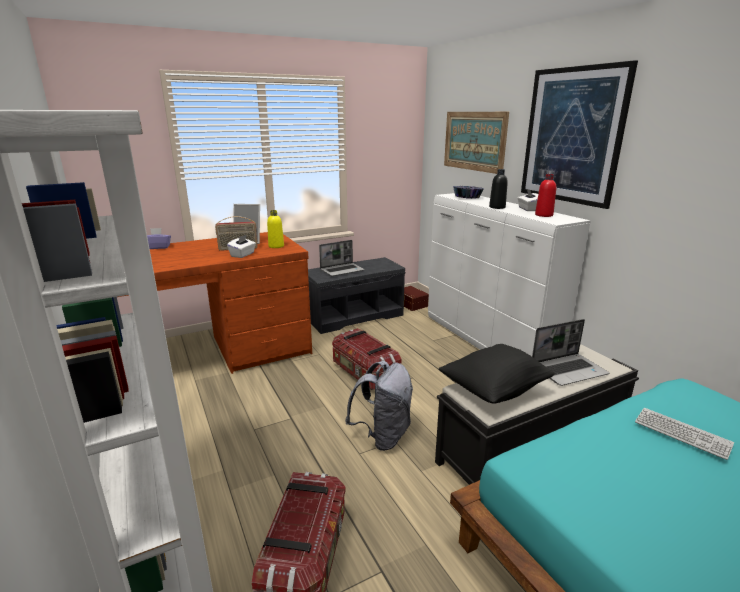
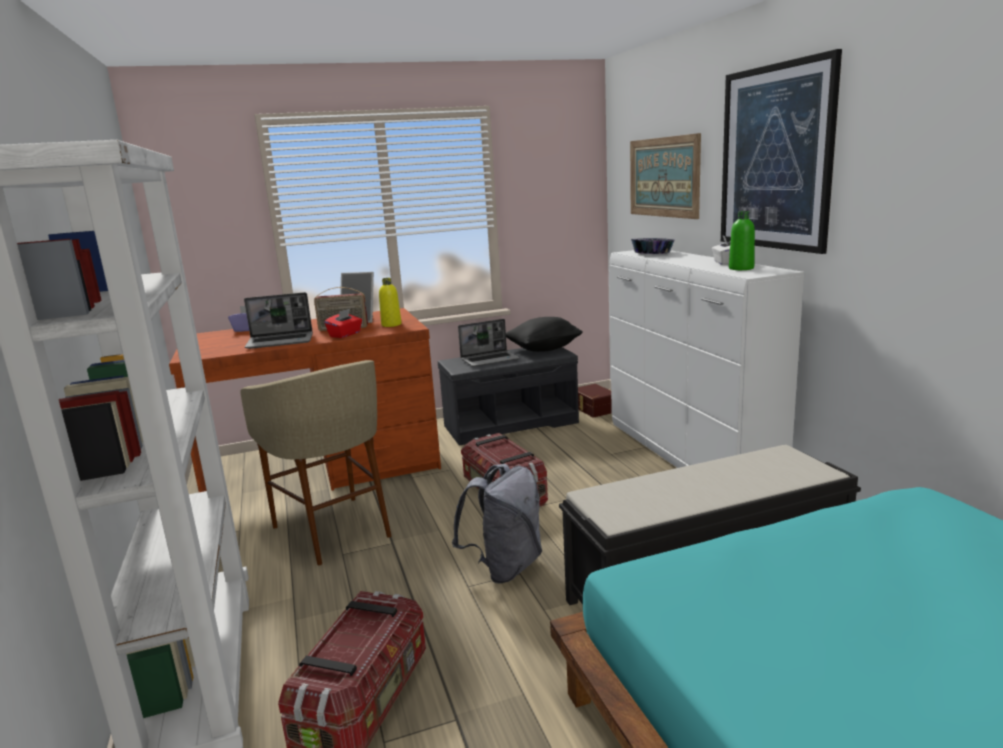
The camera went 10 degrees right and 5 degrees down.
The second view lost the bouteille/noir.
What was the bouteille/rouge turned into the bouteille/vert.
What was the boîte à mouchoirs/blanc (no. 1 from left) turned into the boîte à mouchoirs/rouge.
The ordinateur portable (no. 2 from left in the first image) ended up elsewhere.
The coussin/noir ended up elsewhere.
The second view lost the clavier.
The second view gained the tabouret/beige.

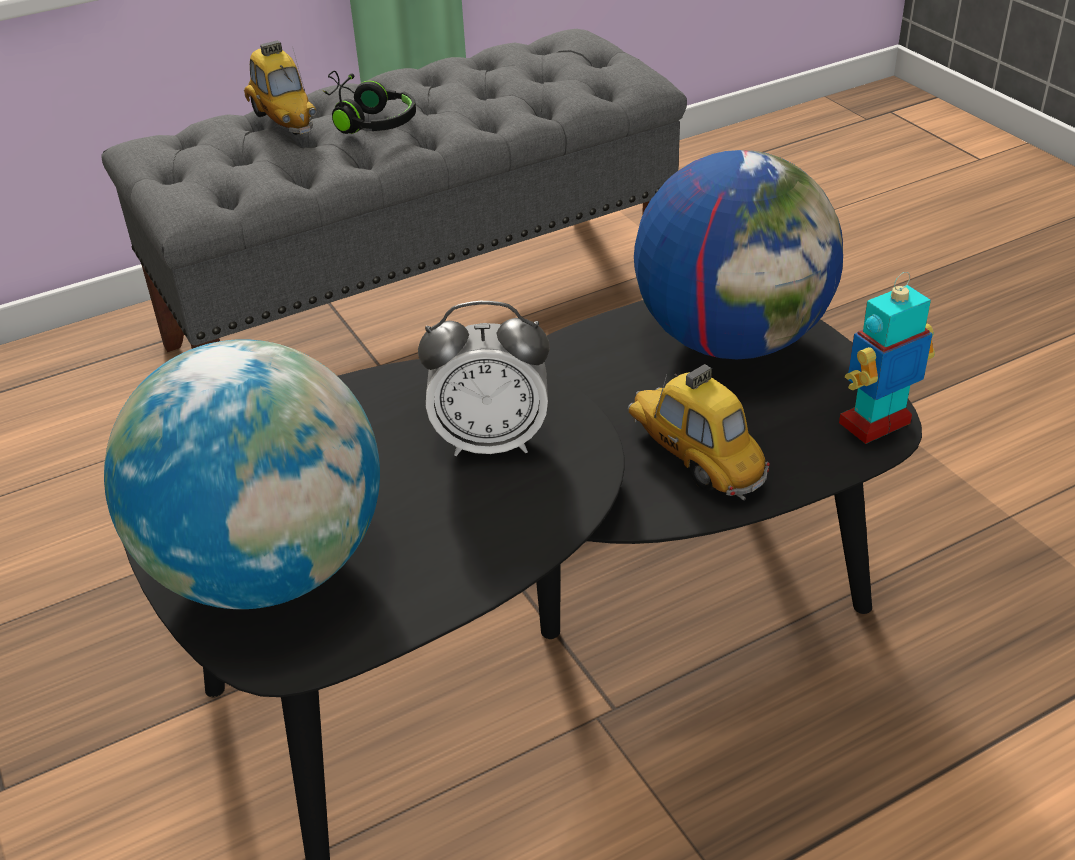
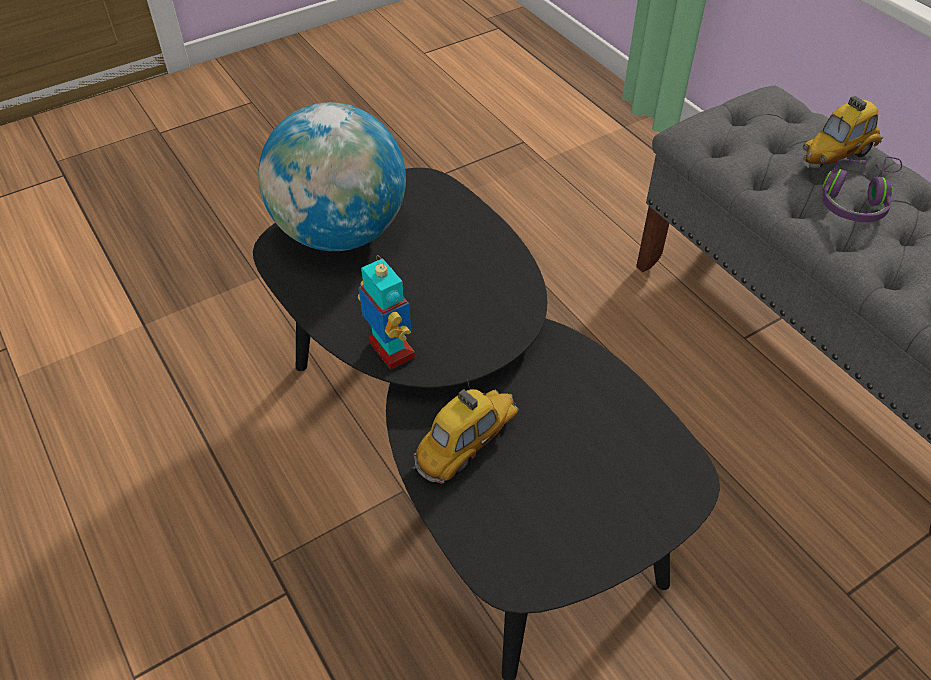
The camera went 85 degrees right and 10 degrees up.
What was the casque audio/noir turned into the casque audio/violet.
The second view lost the globe (no. 2 from left).
The robot jouet ended up elsewhere.
The second view lost the réveil.

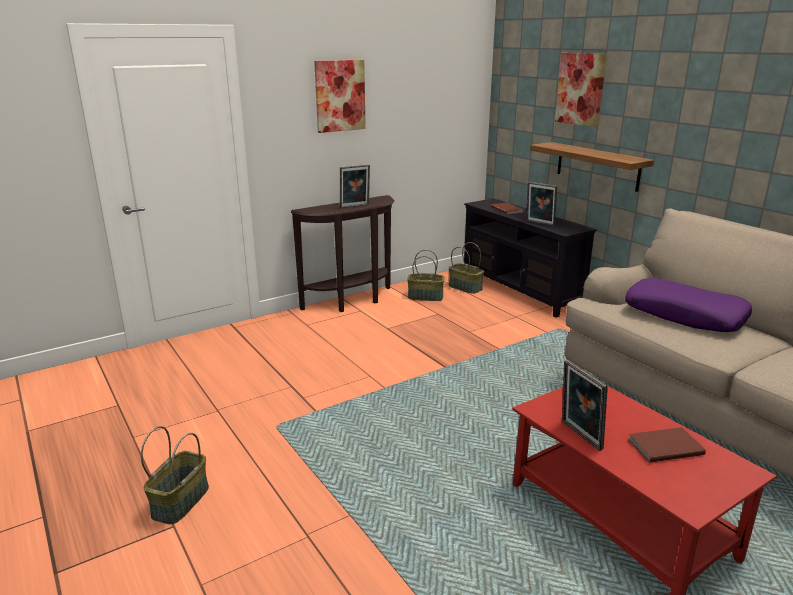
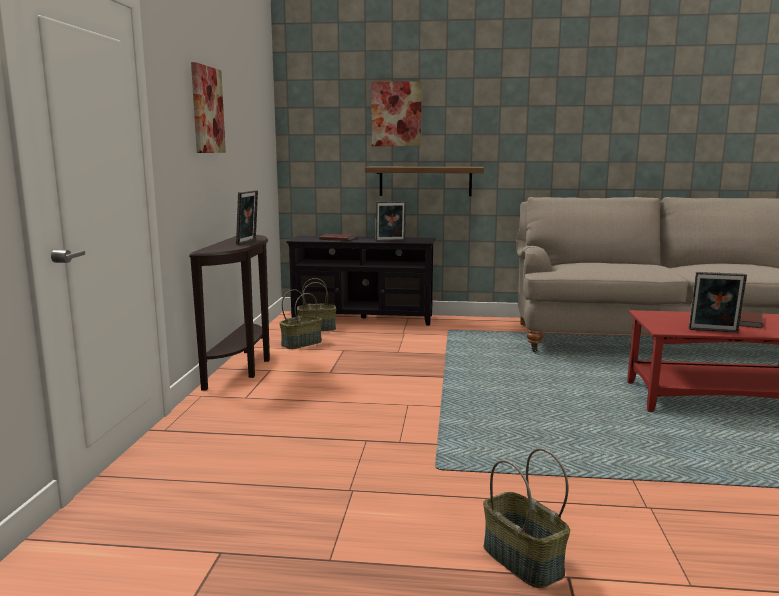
The camera went 50 degrees left and 10 degrees down.
The second view lost the coussin/violet.

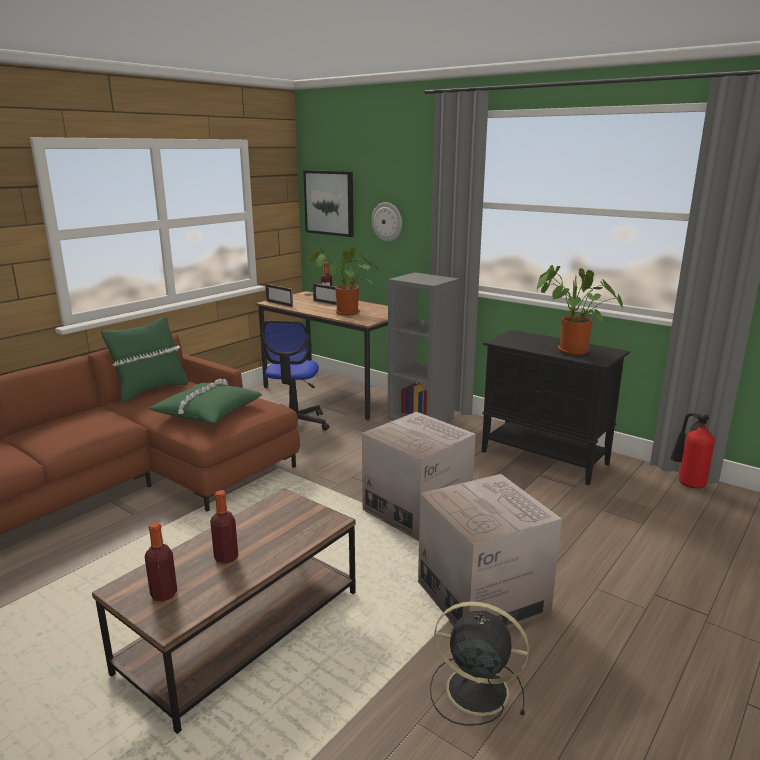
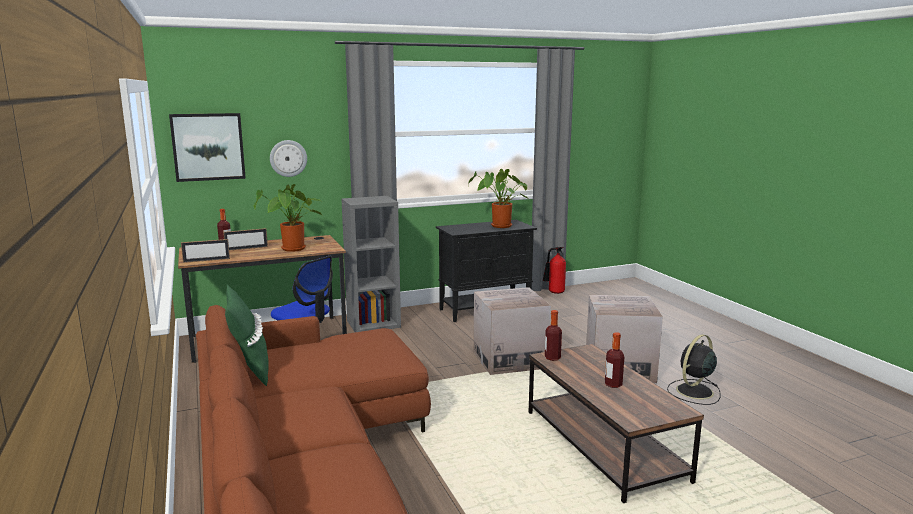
The camera went 60 degrees left and 5 degrees down.
The second view lost the coussin/vert (no. 2 from left).
The bouteille (no. 1 from left in the first image) ended up elsewhere.

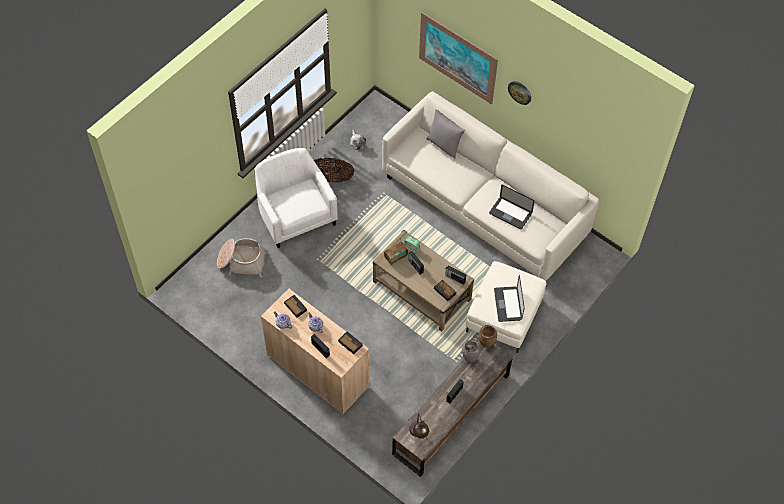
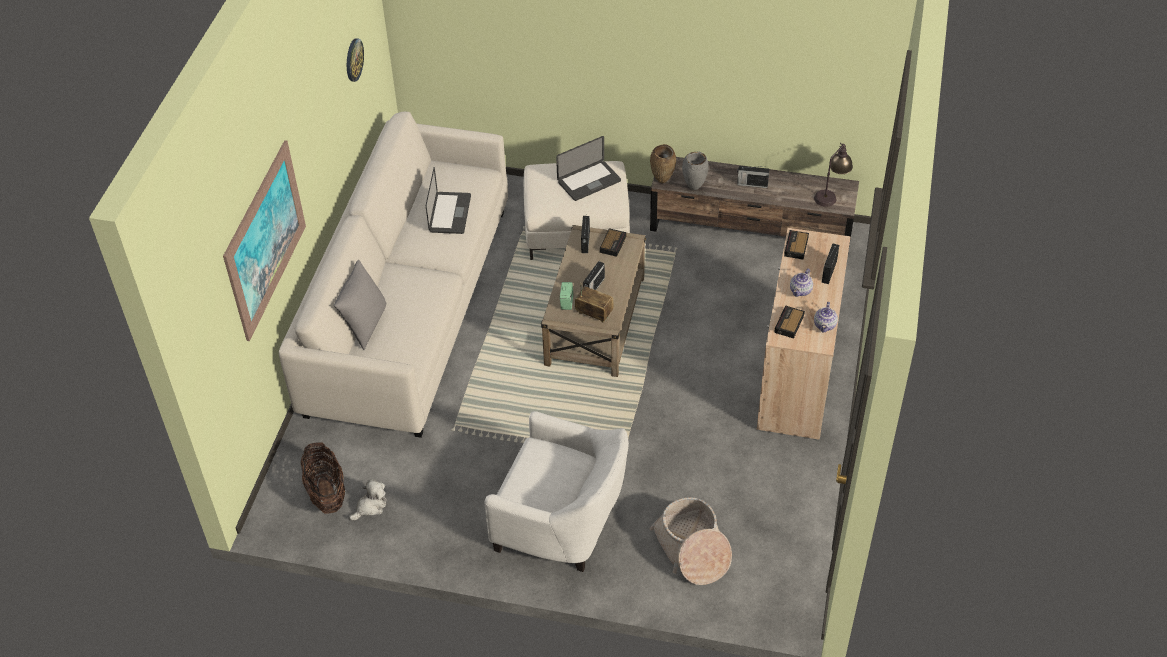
The camera went 115 degrees left and 10 degrees down.
The horloge murale ended up elsewhere.
The fauteuil/blanc ended up facing another way, 105 degrees counterclockwise from before.
The panier (no. 2 from left in the first image) ended up elsewhere.

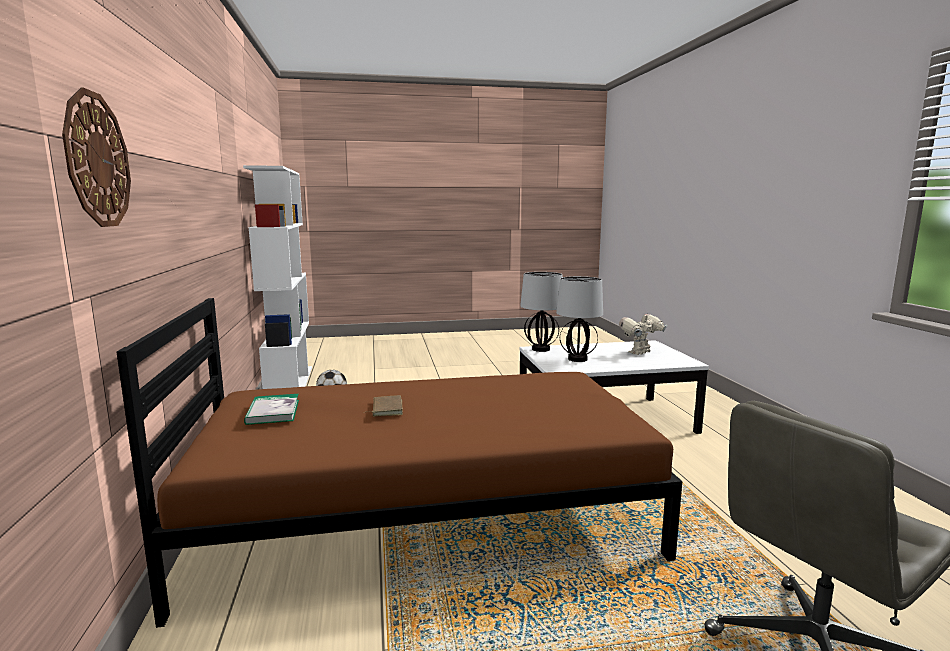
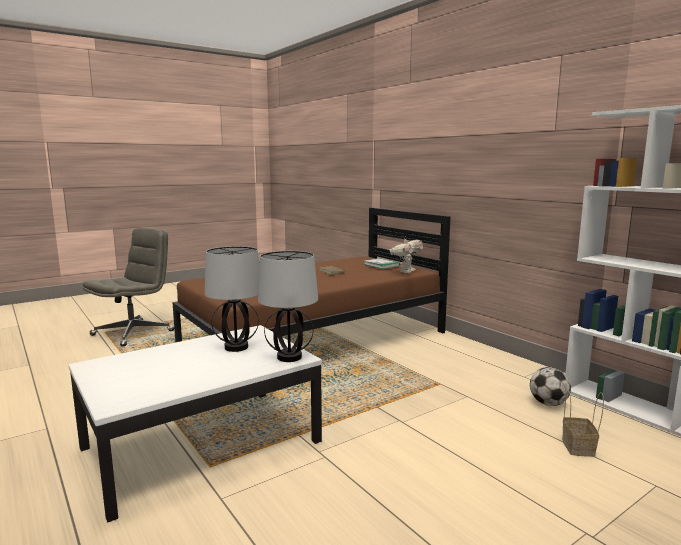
The camera went 155 degrees right and 0 degrees up.
The second view lost the horloge murale.
The robot jouet ended up elsewhere.
The second view gained the panier.

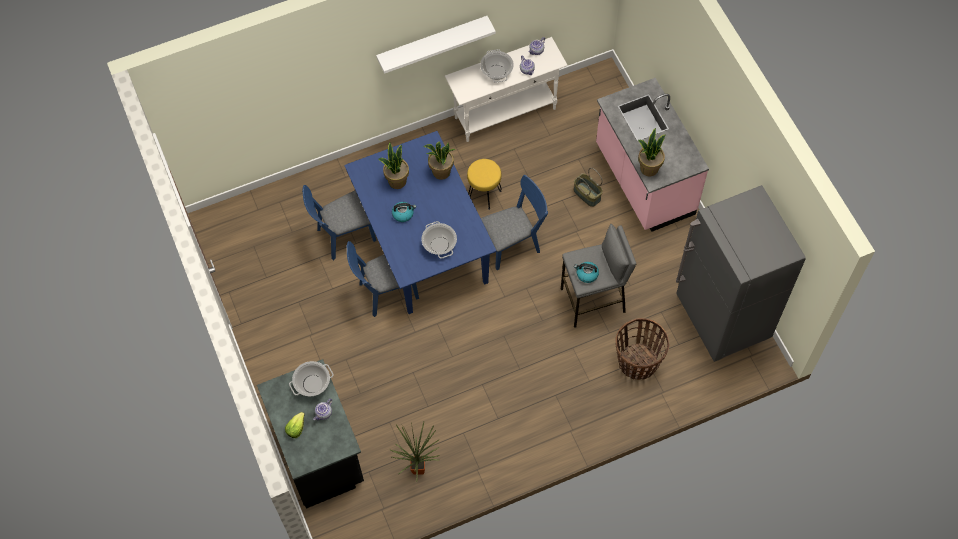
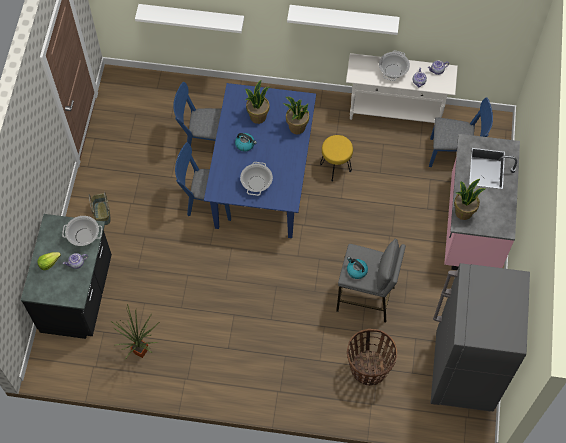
The camera went 30 degrees right and 0 degrees up.
The panier (no. 1 from left) ended up elsewhere.
The chaise/bleu (no. 3 from left) ended up elsewhere.
The second view gained the étagère/blanc (no. 1 from left).

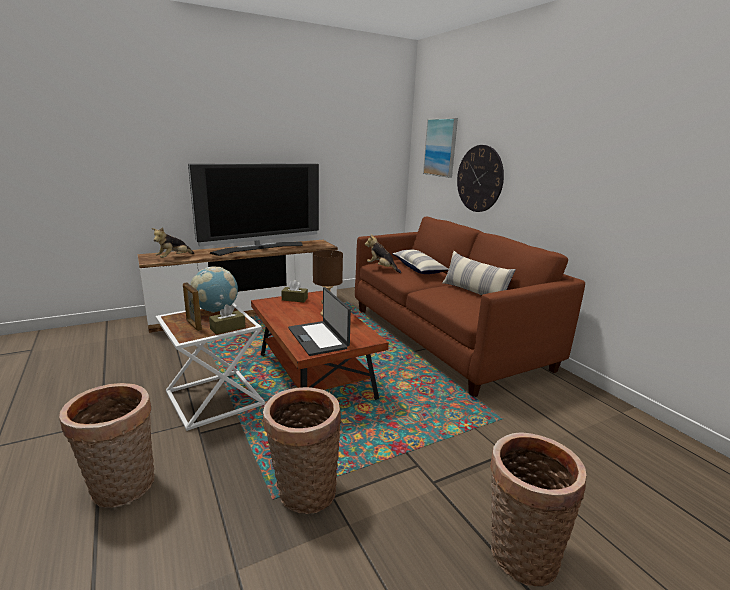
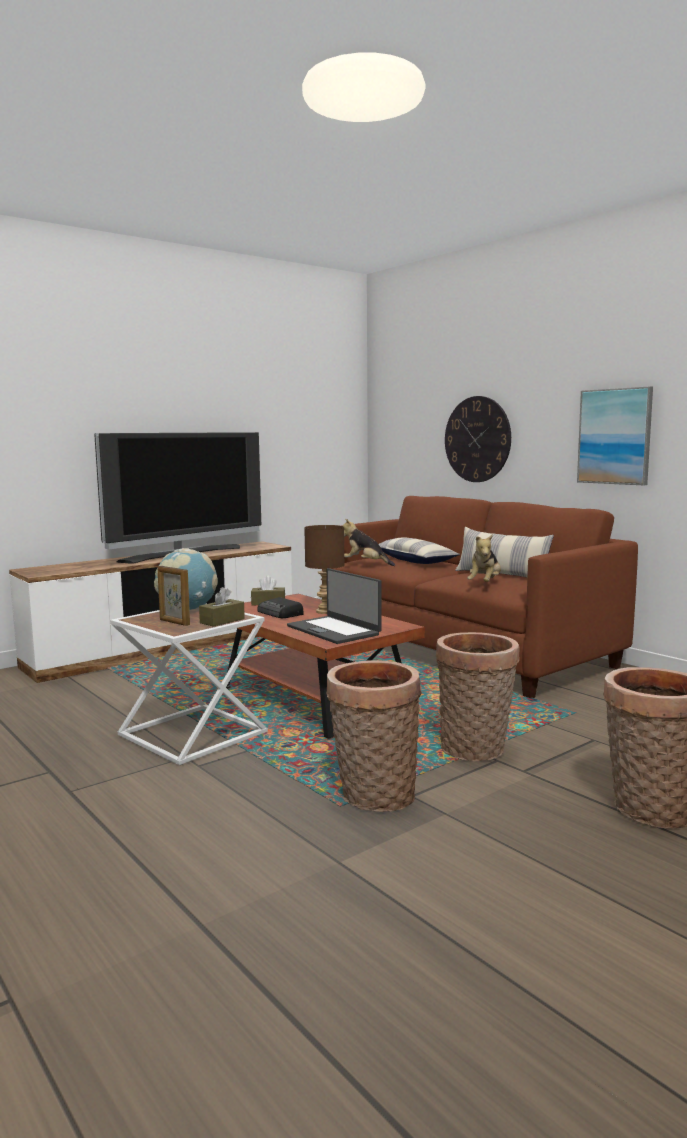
The camera went 10 degrees left and 10 degrees down.
The tableau ended up elsewhere.
The peluche (no. 1 from left in the first image) ended up elsewhere.
The panier (no. 1 from left in the first image) ended up elsewhere.
The second view gained the radio.

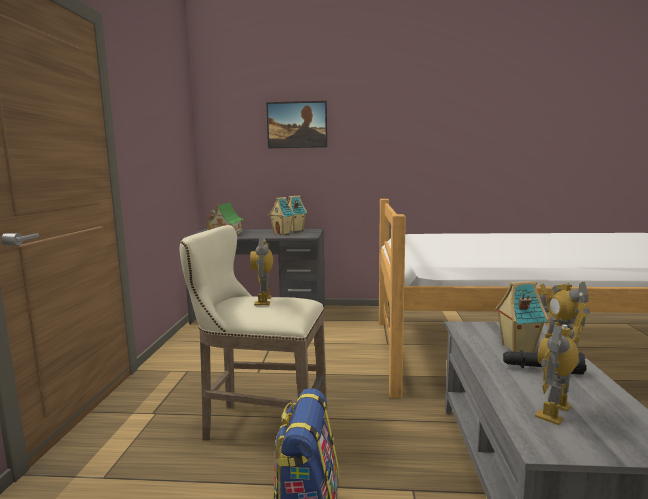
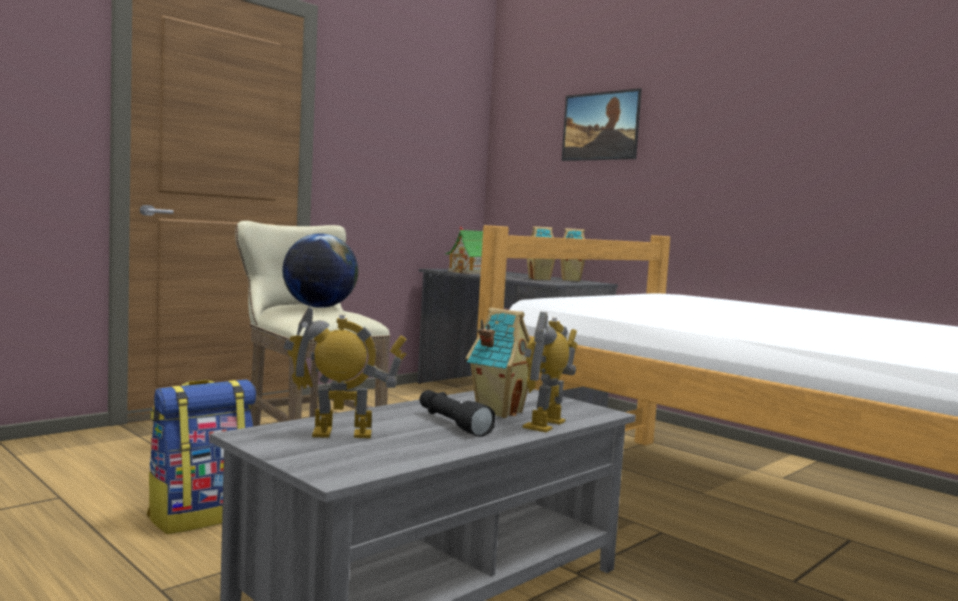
The camera went 40 degrees right and 5 degrees down.
Where the robot jouet (no. 1 from left) stood, the globe came to stand.

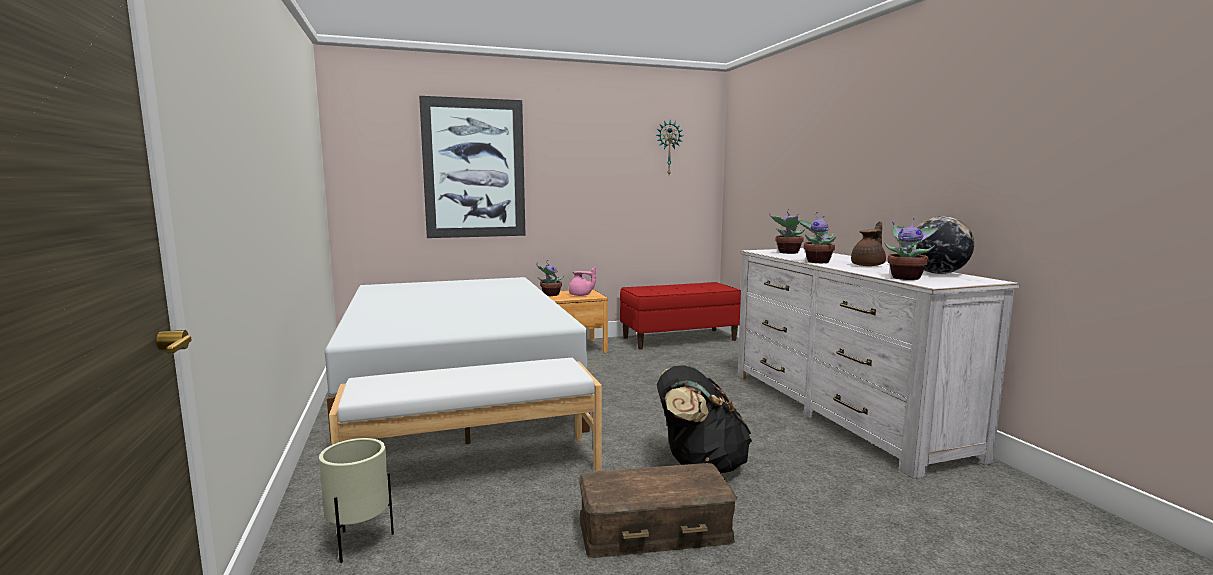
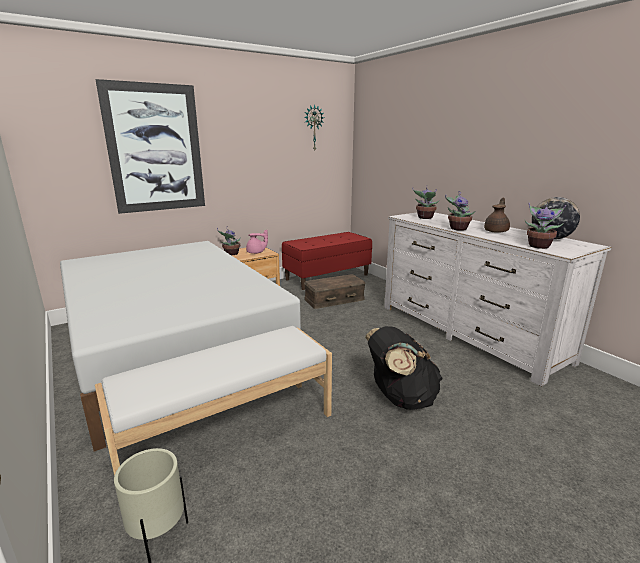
The camera went 15 degrees left and 10 degrees up.
The boîte de rangement/marron ended up elsewhere.

